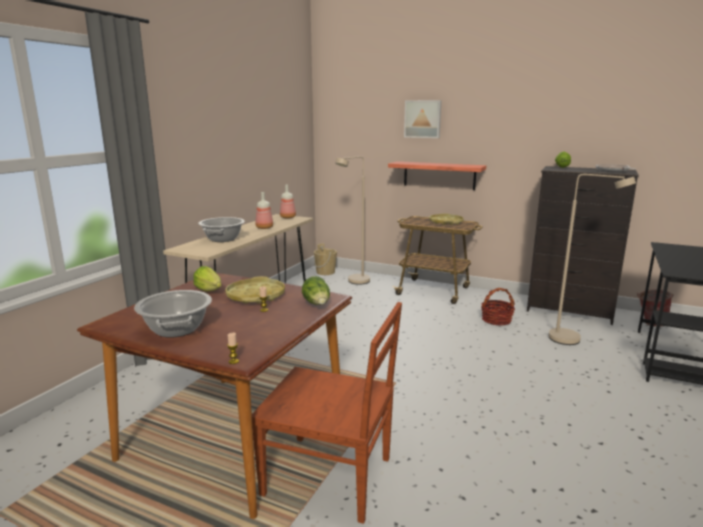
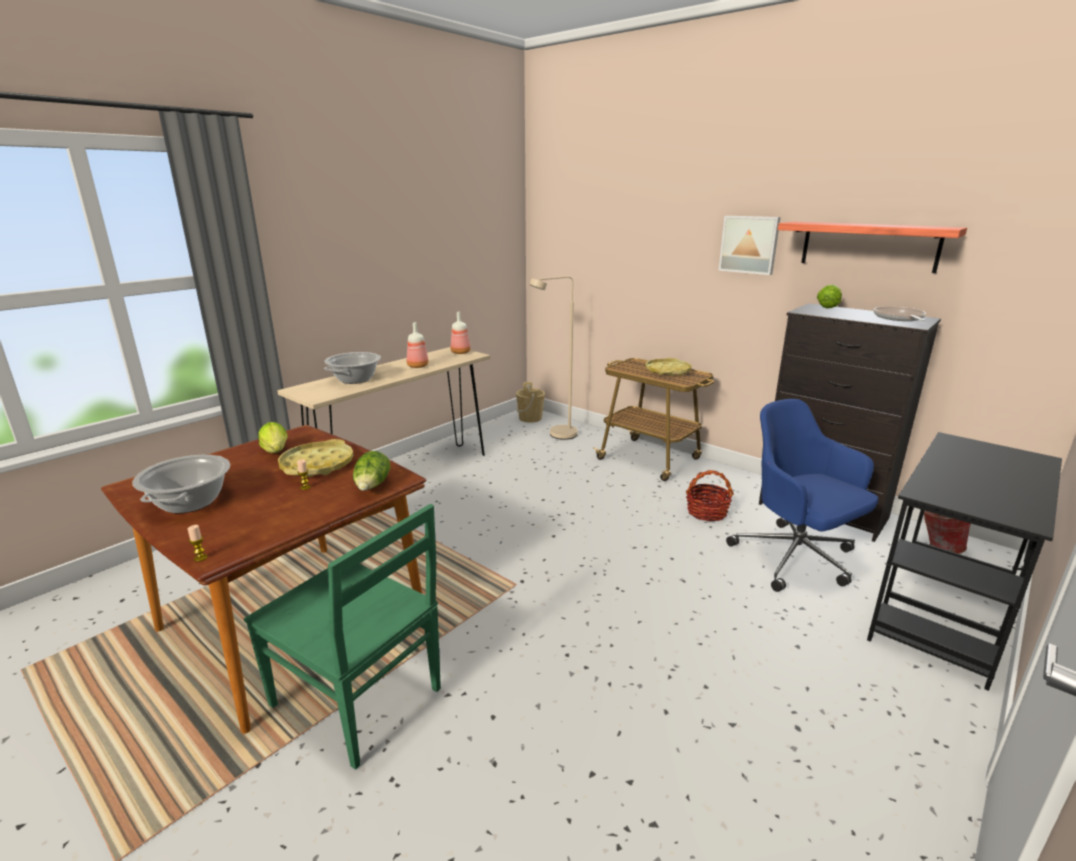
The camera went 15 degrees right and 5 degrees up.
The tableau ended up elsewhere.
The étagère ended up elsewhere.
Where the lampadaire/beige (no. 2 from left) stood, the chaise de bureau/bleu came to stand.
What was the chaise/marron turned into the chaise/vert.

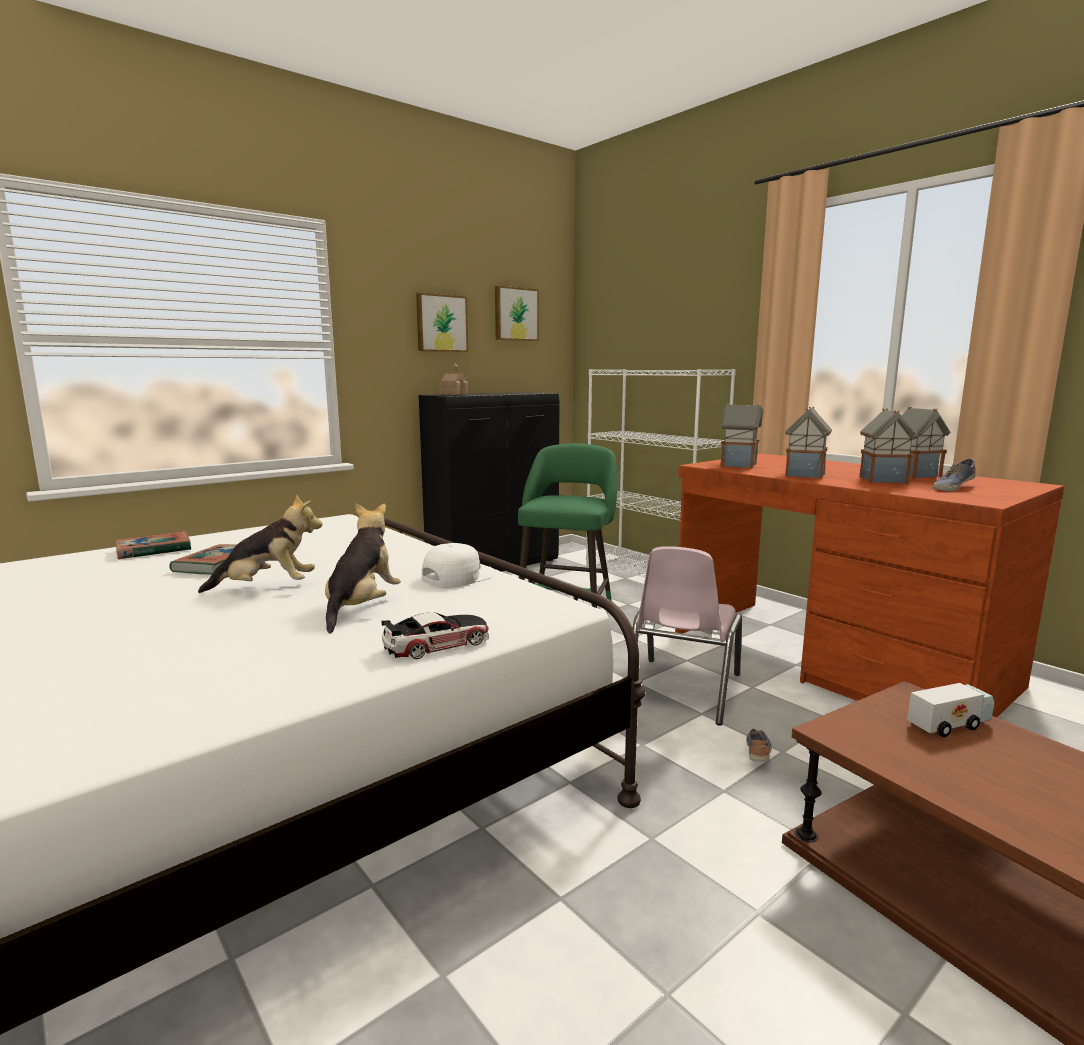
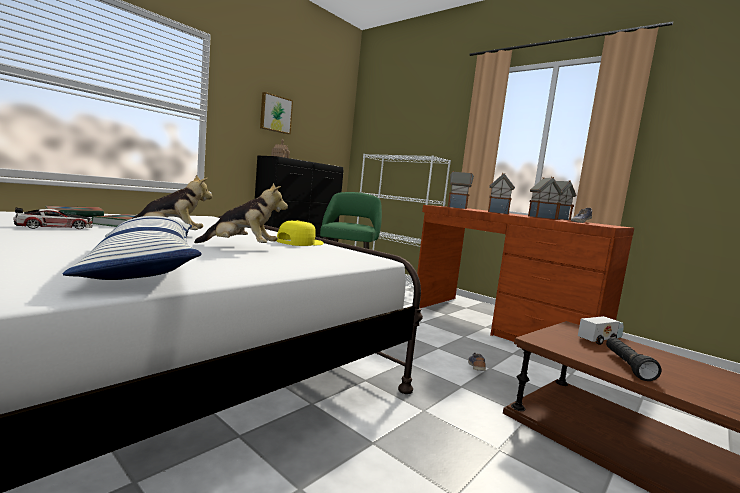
The camera went 10 degrees left and 5 degrees down.
The second view lost the tableau (no. 2 from left).
The peluche (no. 2 from left) ended up facing another way, 90 degrees clockwise from before.
What was the casquette/blanc turned into the casquette/jaune.
The second view lost the chaise/rose.
The petite voiture ended up elsewhere.
The second view gained the coussin.
The second view gained the lampe de poche/noir.

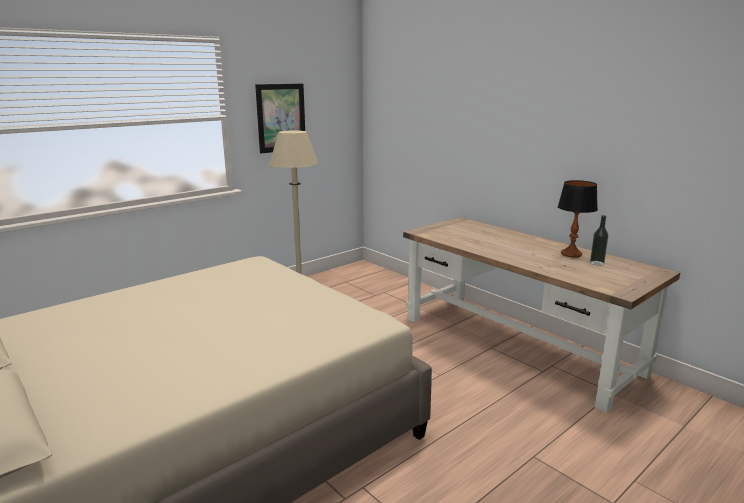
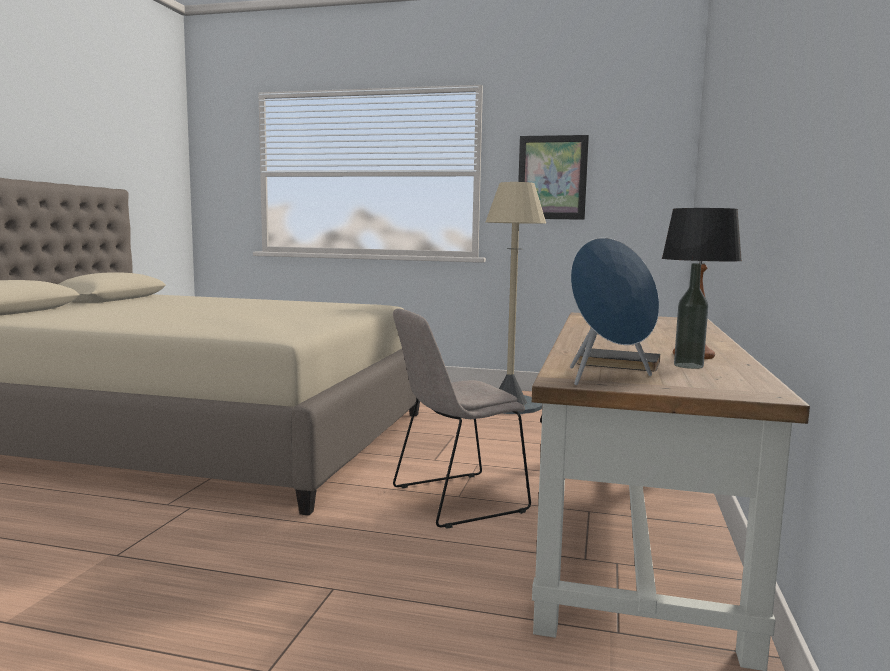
The camera went 55 degrees right and 10 degrees down.
The second view gained the enceinte/bleu.
The second view gained the chaise/beige.
The second view gained the livre/noir.

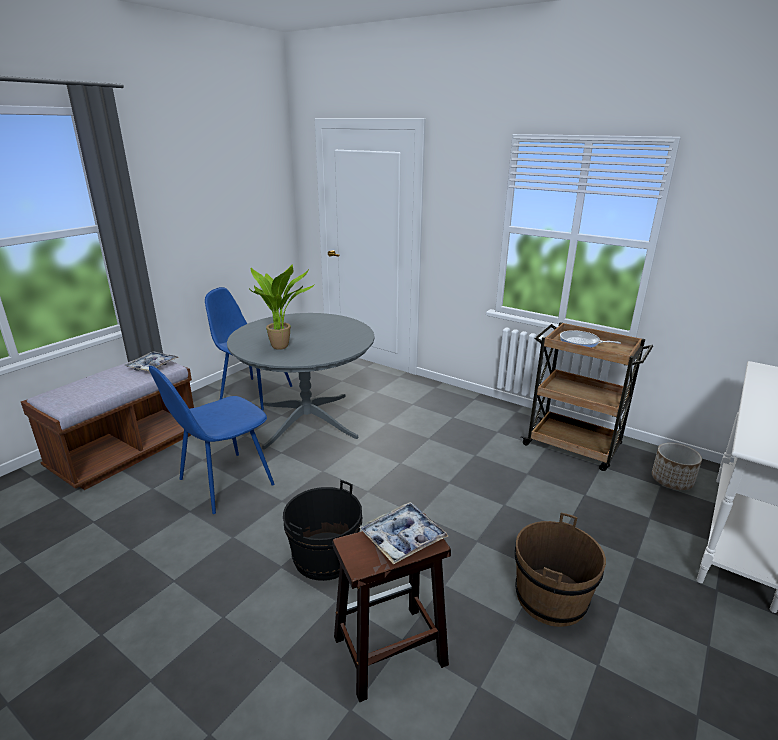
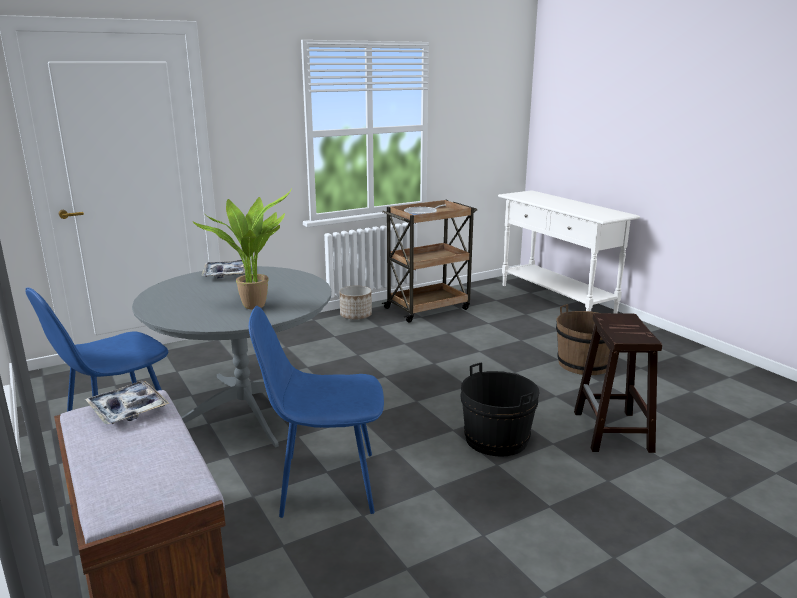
The camera went 65 degrees left and 5 degrees down.
The chaise/bleu (no. 1 from left in the first image) ended up facing another way, 105 degrees clockwise from before.
The cache-pot ended up elsewhere.
The plateau (no. 2 from left) ended up elsewhere.

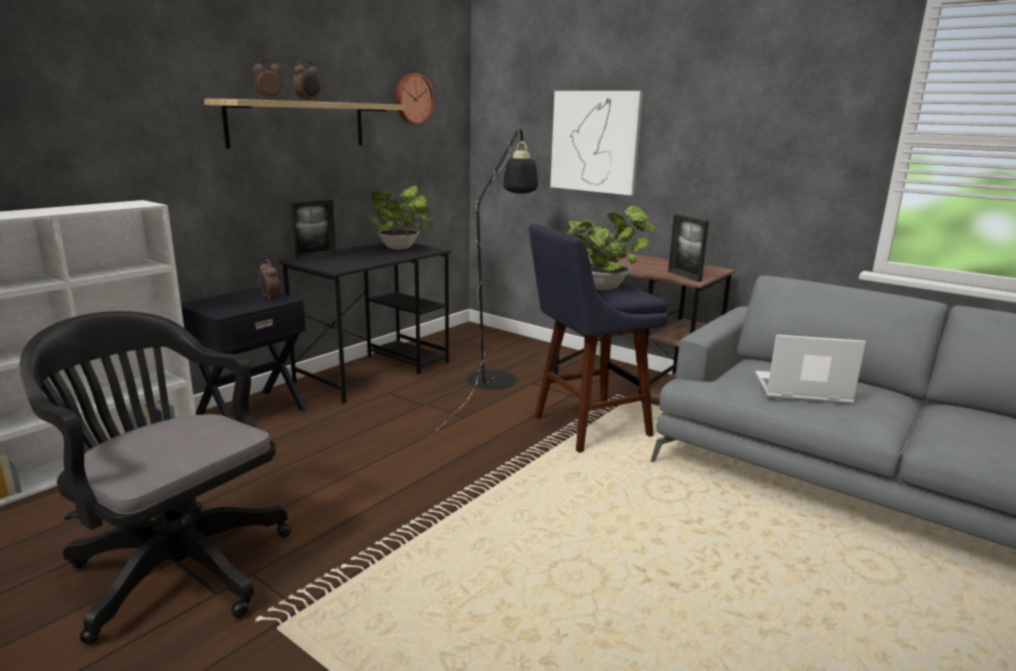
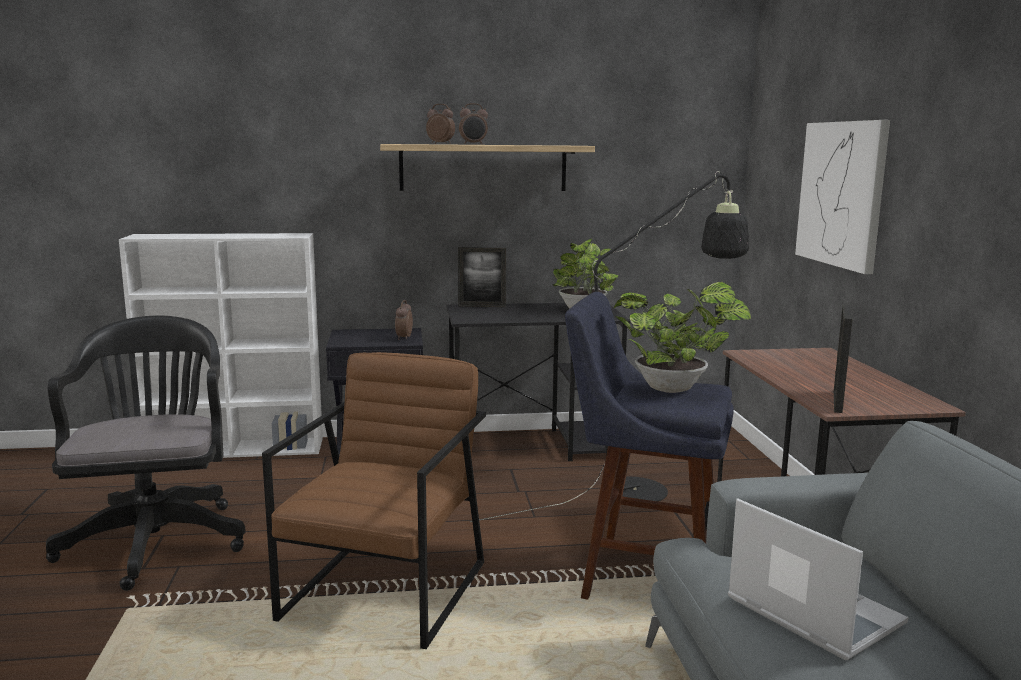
The camera went 45 degrees right and 5 degrees down.
The second view lost the horloge murale.
The second view gained the fauteuil/marron.

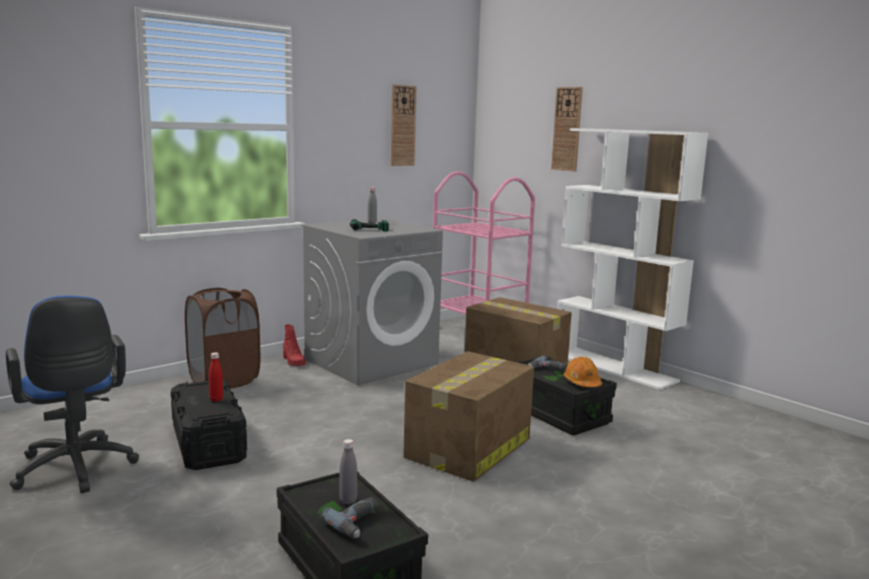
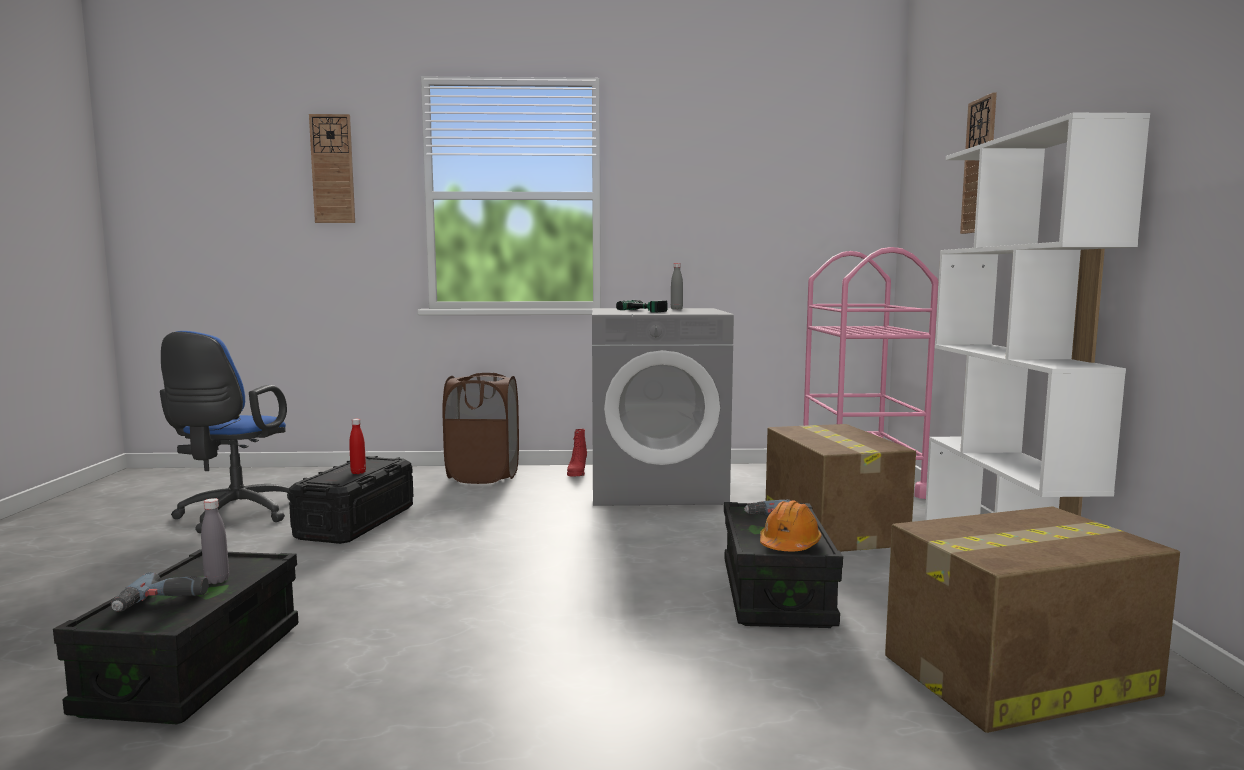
The camera went 40 degrees right and 5 degrees down.
The horloge murale (no. 1 from left) ended up elsewhere.
The carton (no. 1 from left in the first image) ended up elsewhere.

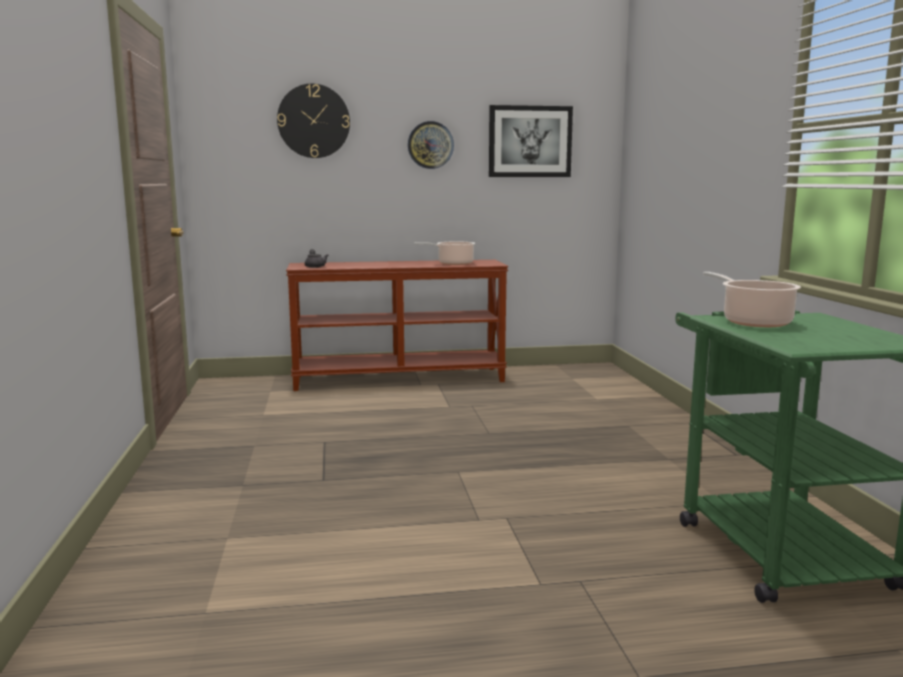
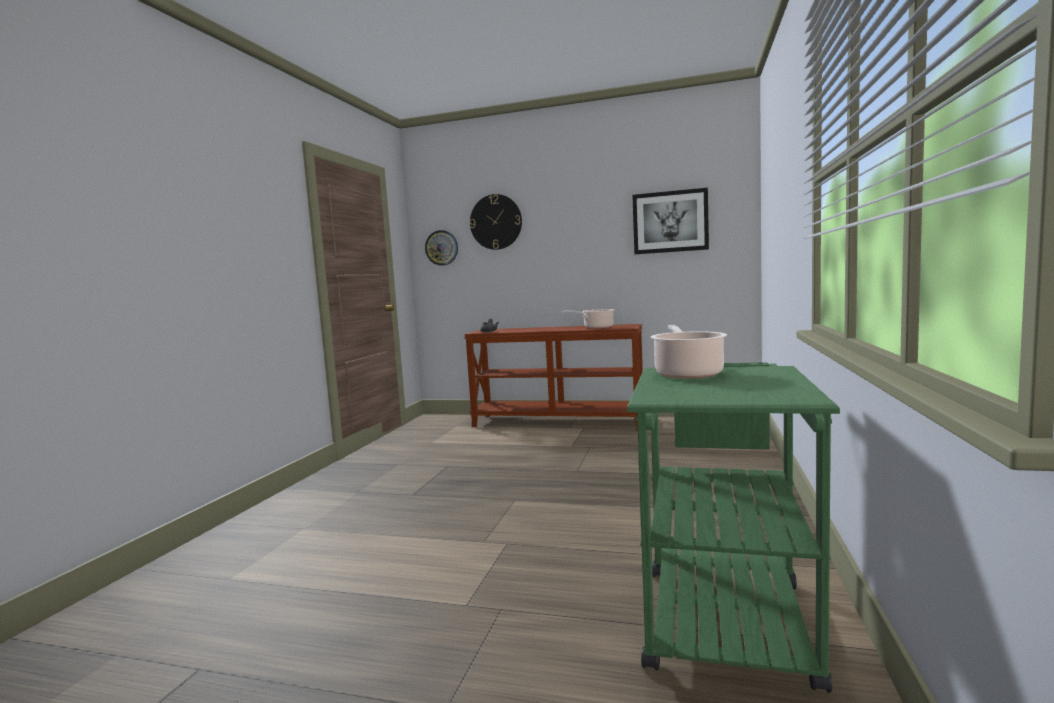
The camera went 25 degrees right and 5 degrees down.
The horloge murale (no. 2 from left in the first image) ended up elsewhere.

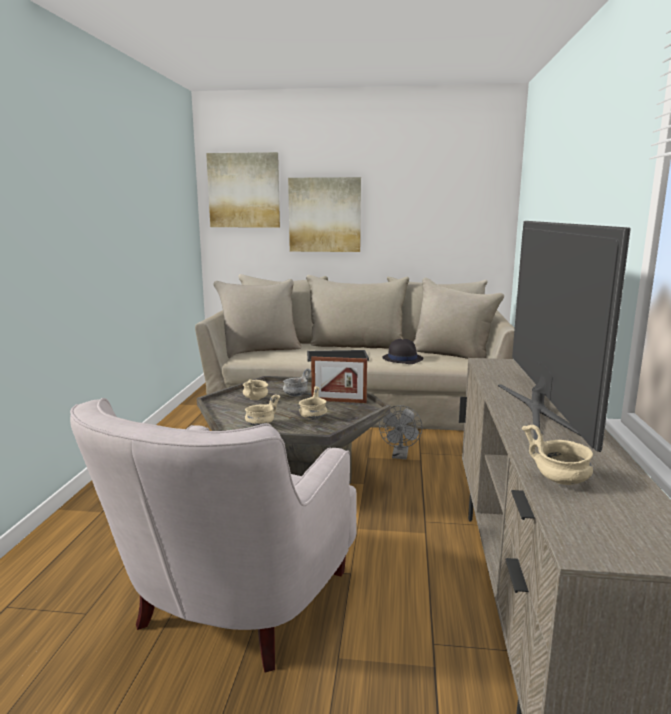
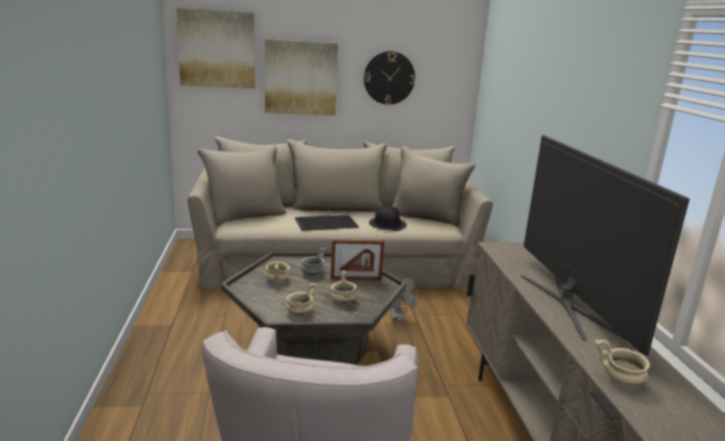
The camera went 15 degrees left and 5 degrees up.
The second view gained the horloge murale.

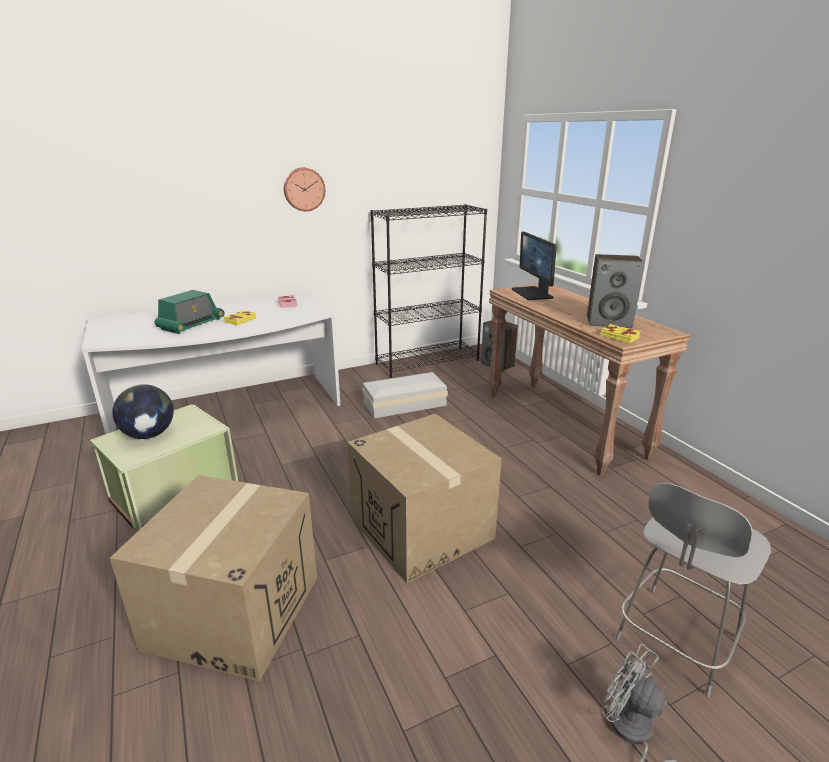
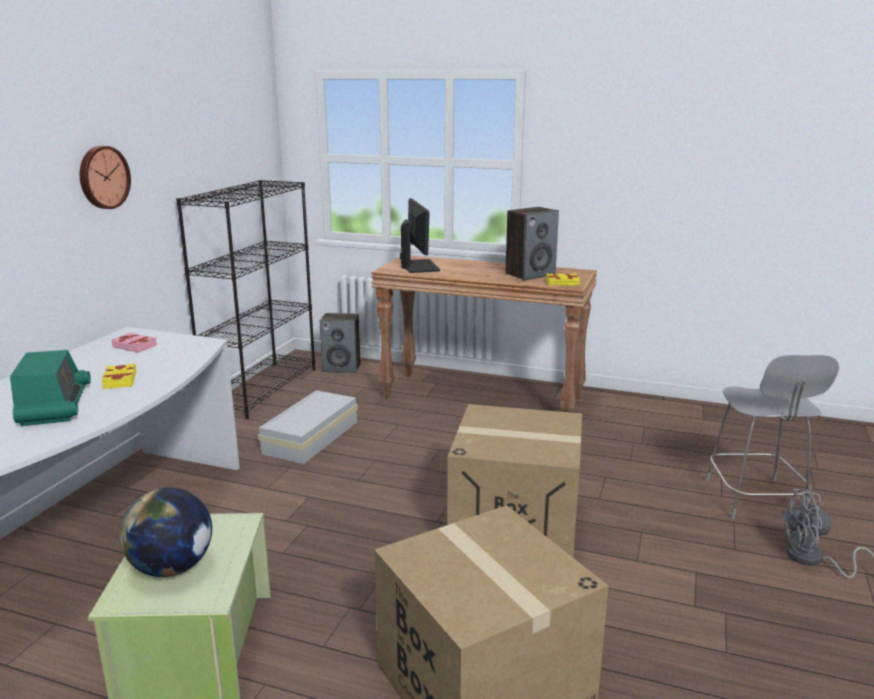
The camera went 45 degrees left and 5 degrees down.
The écran d'ordinateur ended up facing another way, 135 degrees counterclockwise from before.

